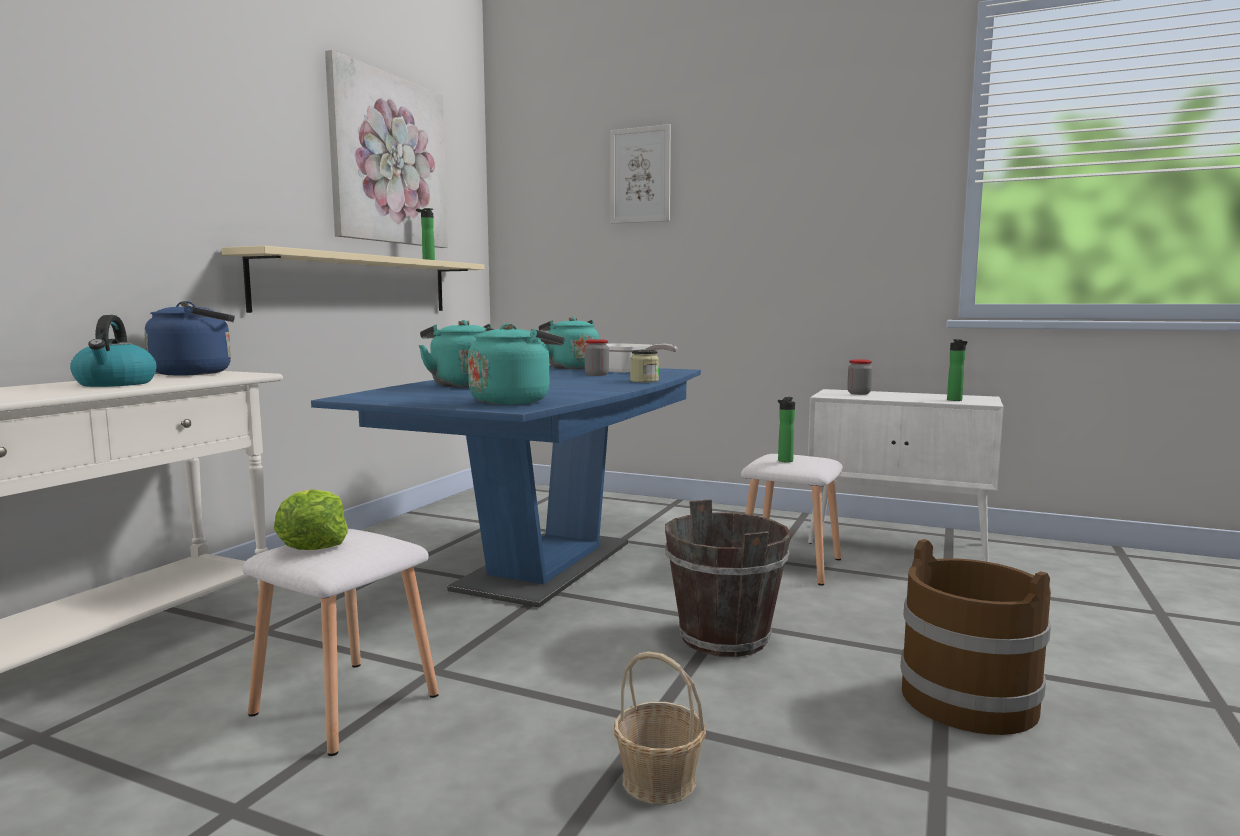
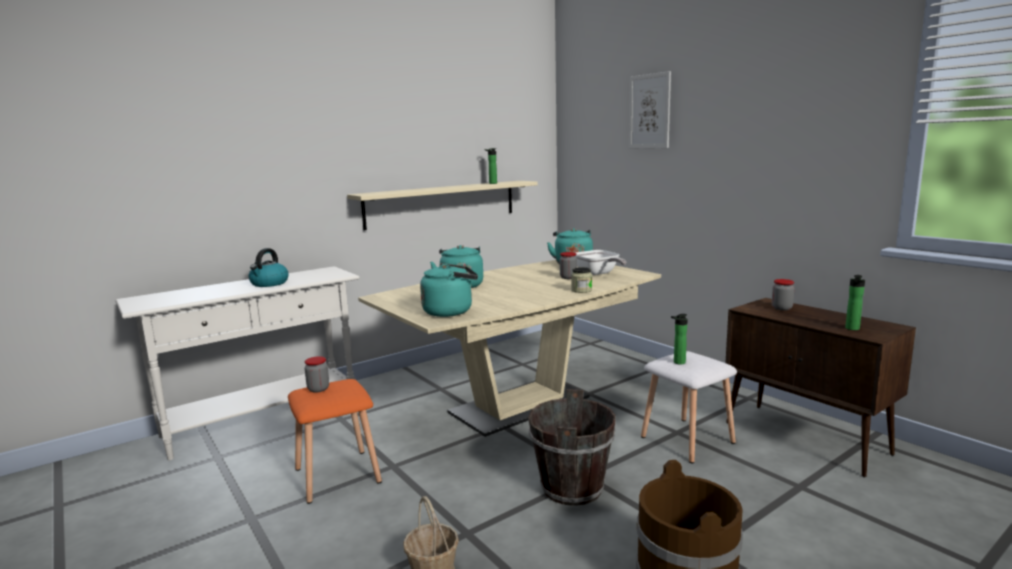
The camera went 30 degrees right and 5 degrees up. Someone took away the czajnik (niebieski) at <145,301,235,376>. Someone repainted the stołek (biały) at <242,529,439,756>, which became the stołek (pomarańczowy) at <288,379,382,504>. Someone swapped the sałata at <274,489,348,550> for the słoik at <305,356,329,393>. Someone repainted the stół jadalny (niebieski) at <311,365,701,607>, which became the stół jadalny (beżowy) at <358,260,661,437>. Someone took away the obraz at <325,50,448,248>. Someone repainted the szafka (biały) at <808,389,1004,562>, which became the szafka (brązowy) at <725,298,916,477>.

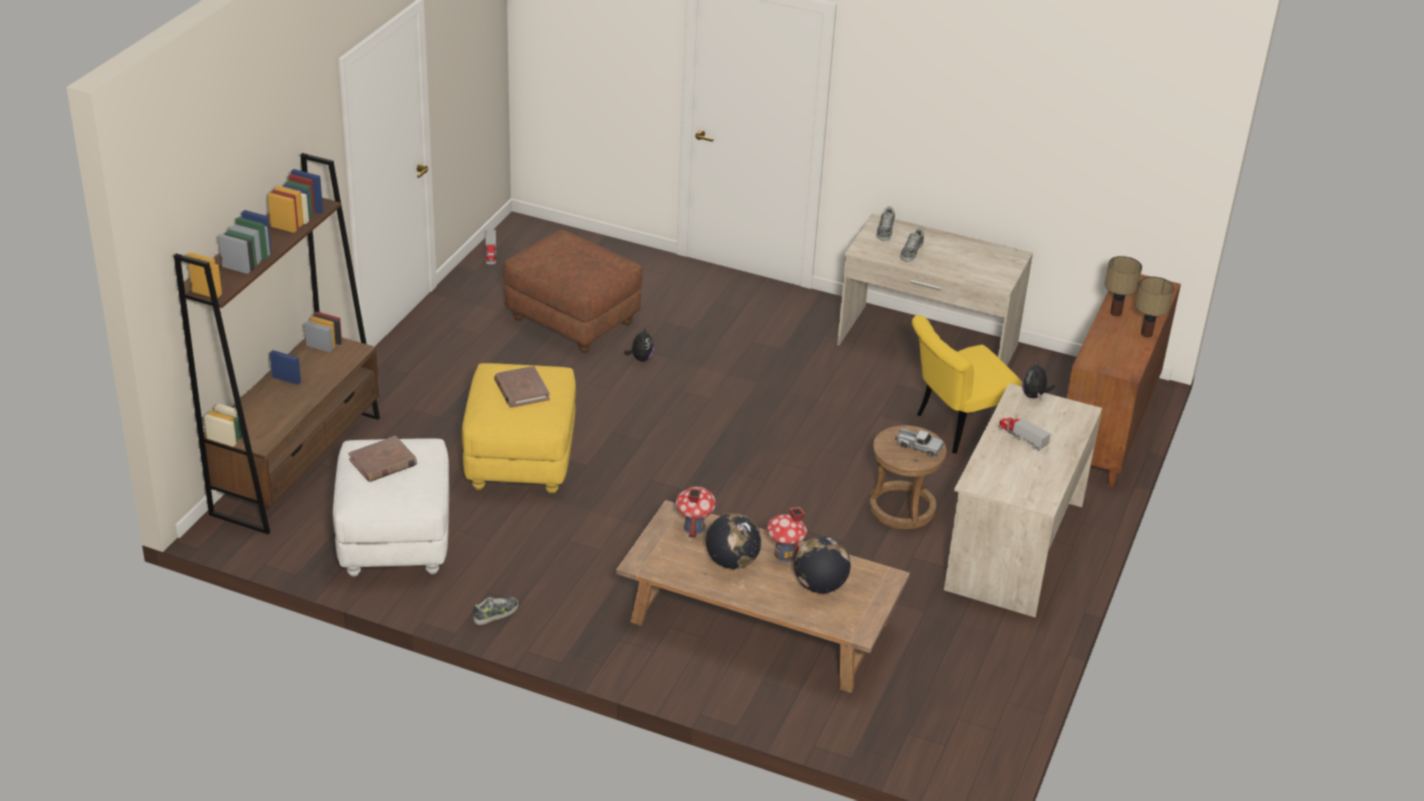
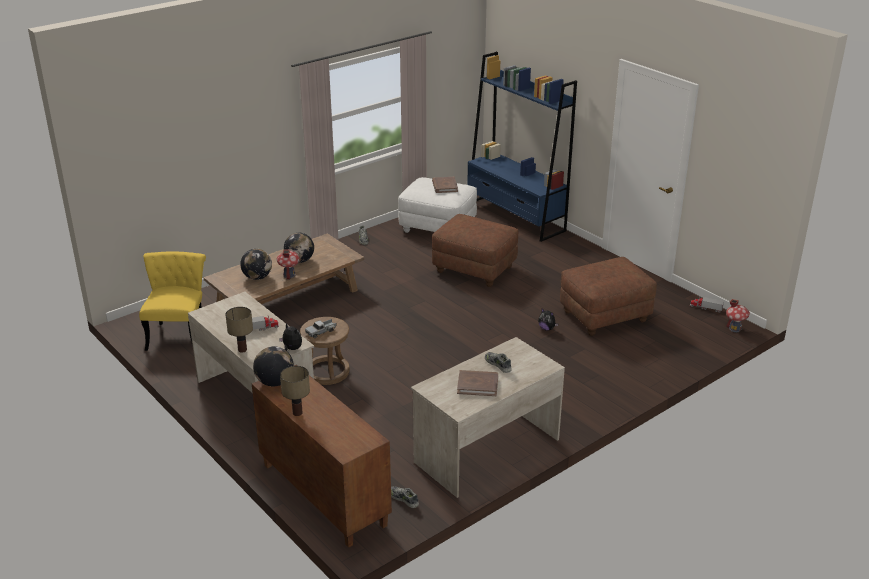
The camera went 120 degrees right and 5 degrees down. Someone repainted the regał (brązowy) at <174,153,380,534>, which became the regał (niebieski) at <467,52,577,242>. Someone repainted the pufa (żółty) at <462,363,576,494>, which became the pufa (brązowy) at <432,214,518,287>. Someone carried the książka (brązowy) from <494,366,550,408> to <457,370,498,396>. Someone carried the domek from <676,487,716,538> to <726,299,750,332>. Someone carried the but from <876,207,895,241> to <391,486,419,508>. Someone carried the krzesło (żółty) from <912,315,1022,454> to <139,251,206,351>. Someone carried the lampa stołowa from <1105,256,1142,316> to <225,307,253,353>. Someone put down the globus at <253,346,294,387>.

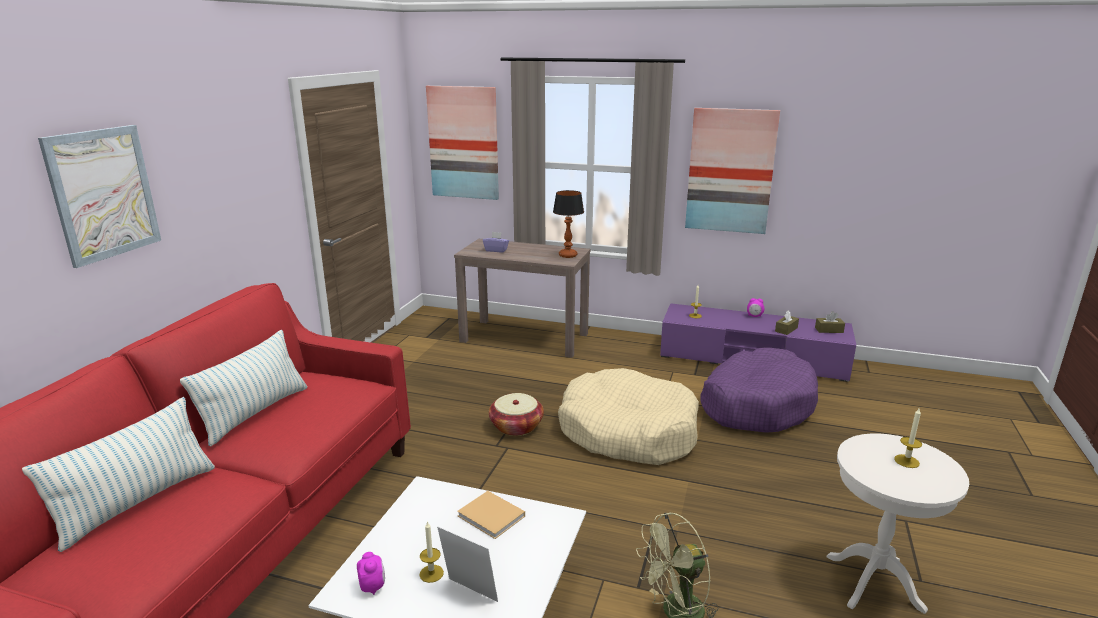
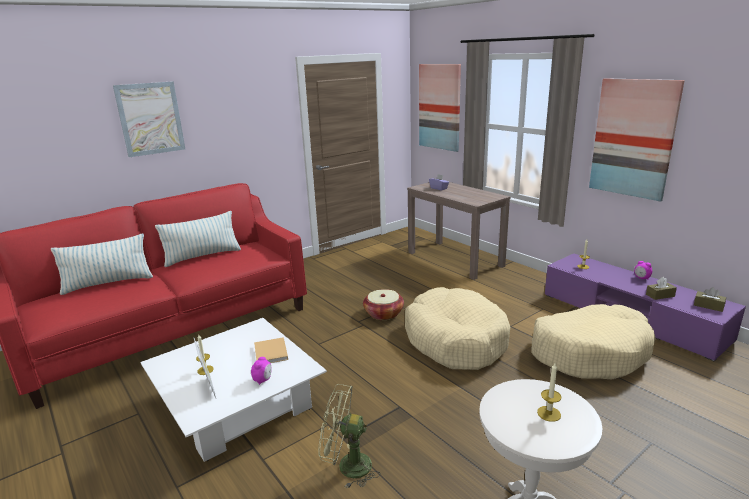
The camera went 35 degrees right and 0 degrees up. Someone carried the budzik from <357,552,385,595> to <251,357,272,385>. Someone took away the lampa stołowa at <553,190,584,258>. Someone repainted the legowisko (fioletowy) at <700,347,818,433>, which became the legowisko (beżowy) at <531,304,655,380>.

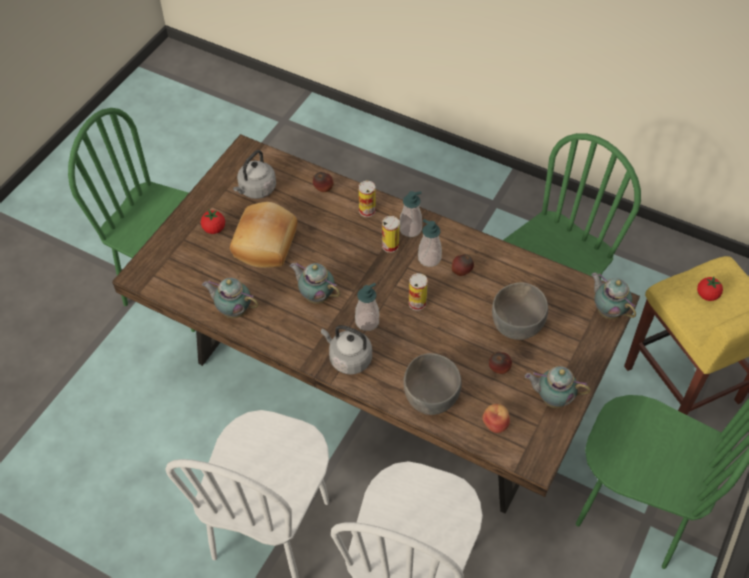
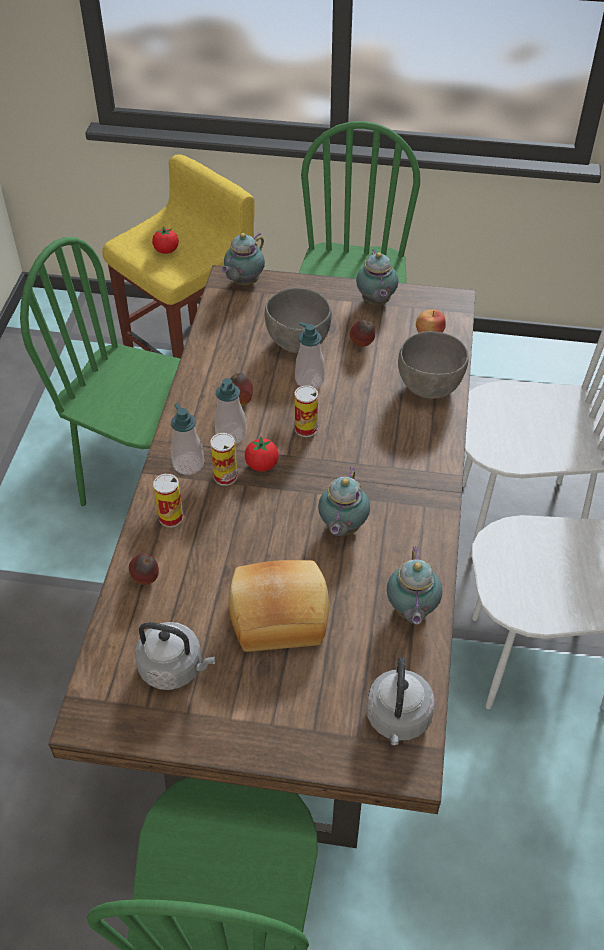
The camera went 110 degrees left and 5 degrees down. Someone carried the pomidor from <201,209,225,234> to <245,437,279,471>. Someone carried the czajnik (szary) from <321,325,372,374> to <366,657,435,745>. Someone carried the dozownik mydła from <355,283,379,331> to <295,321,325,388>.

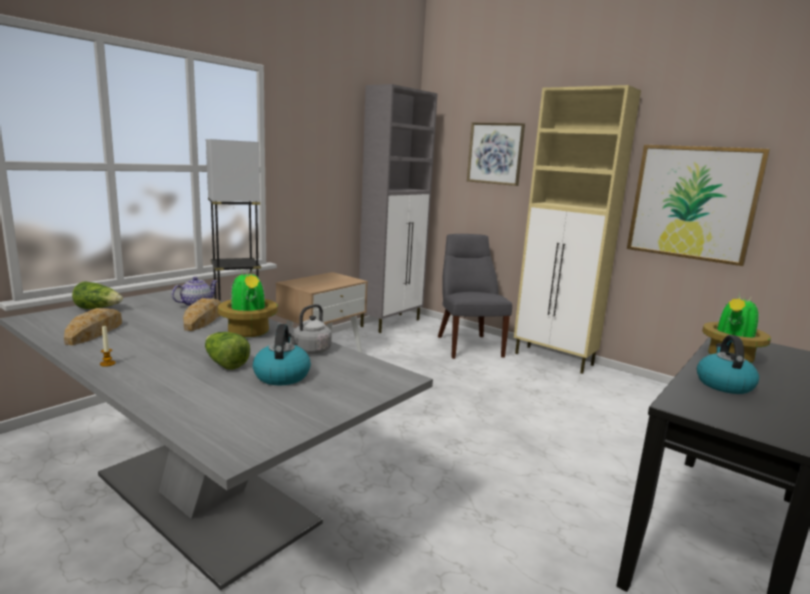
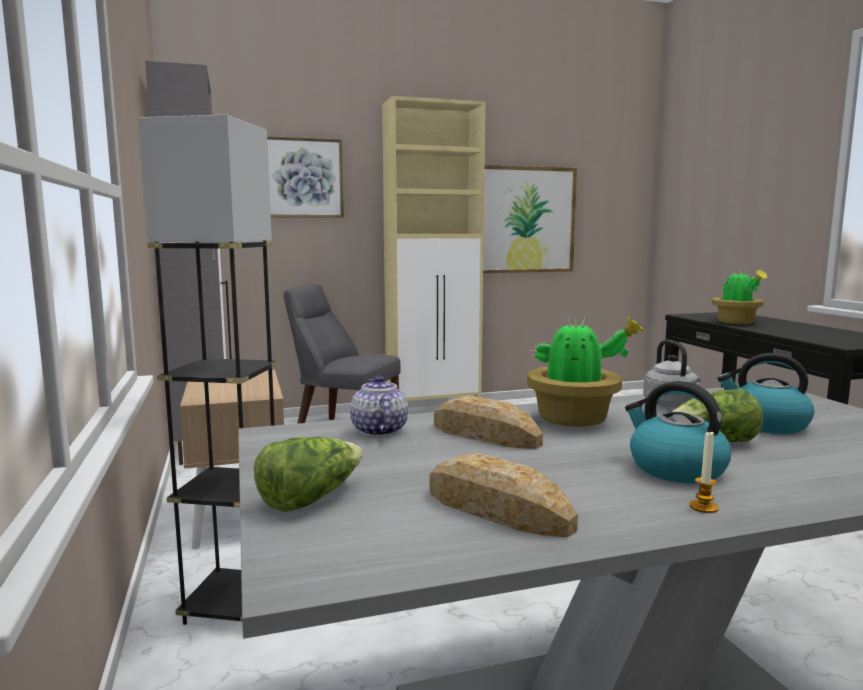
The camera went 55 degrees left and 5 degrees down. Someone carried the czajnik from <697,335,759,394> to <625,381,731,483>.

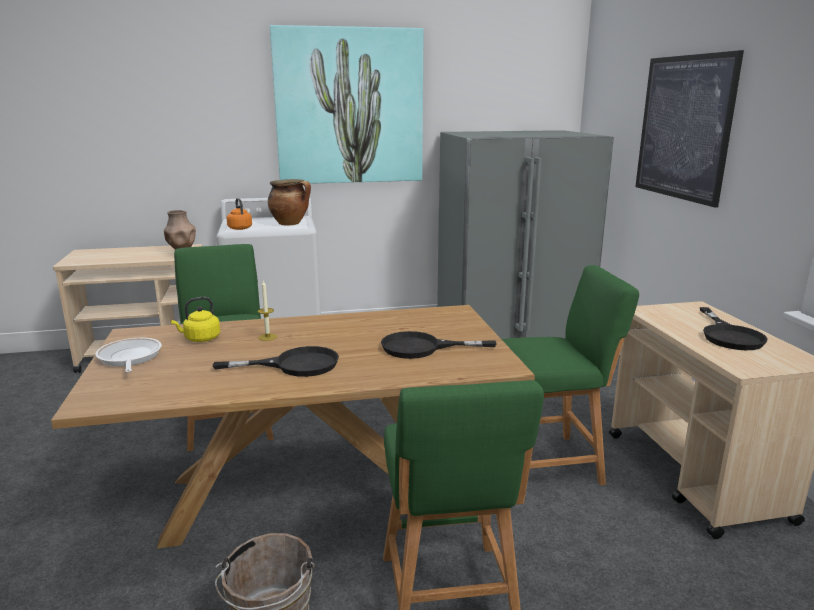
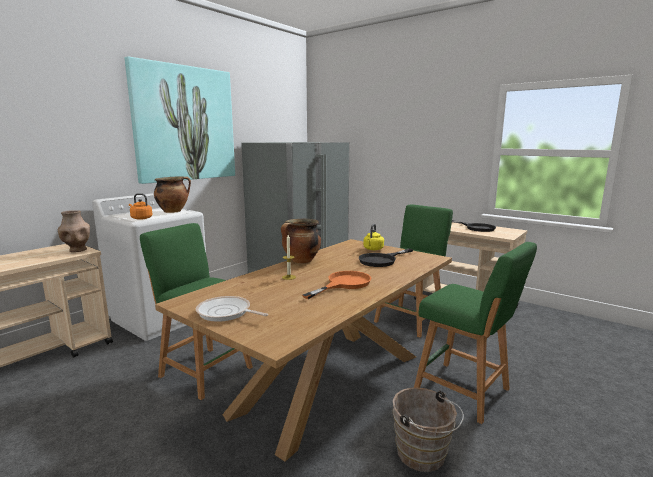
The camera went 40 degrees left and 5 degrees down. Someone carried the czajnik (żółty) from <171,297,220,342> to <363,224,384,250>. Someone repainted the patelnia (czarny) at <213,346,339,377>, which became the patelnia (pomarańczowy) at <302,271,371,299>. Someone took away the obraz at <635,50,744,208>. Someone put down the garnek at <281,219,321,264>.

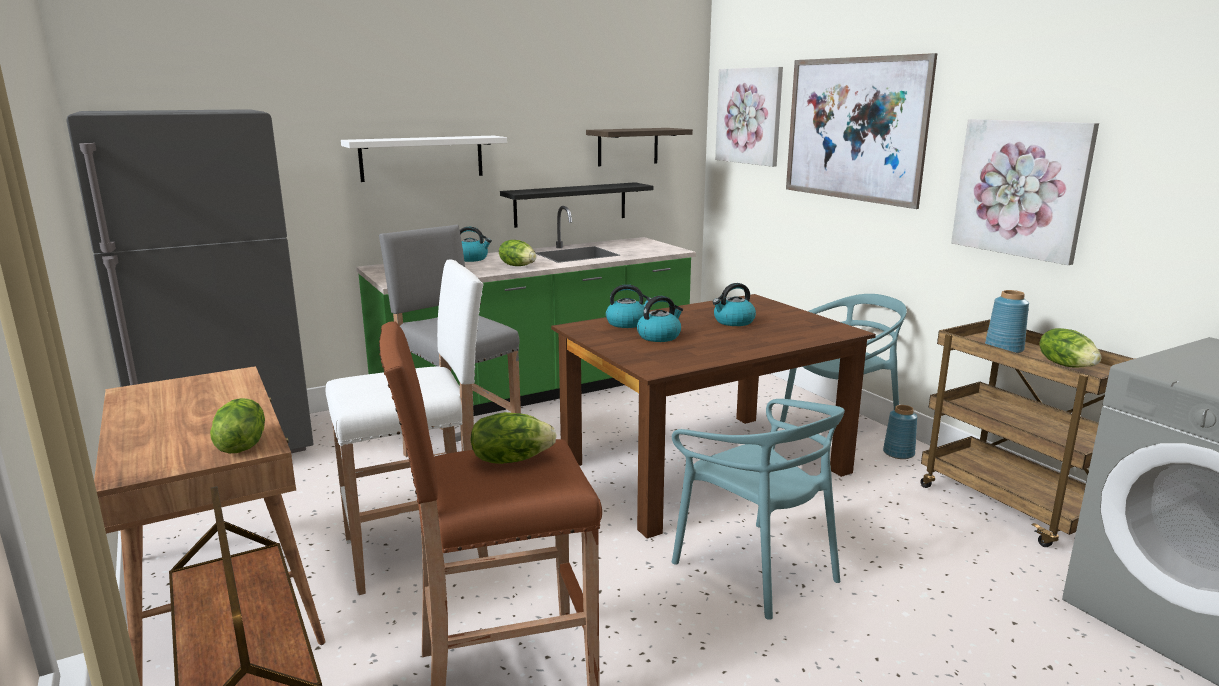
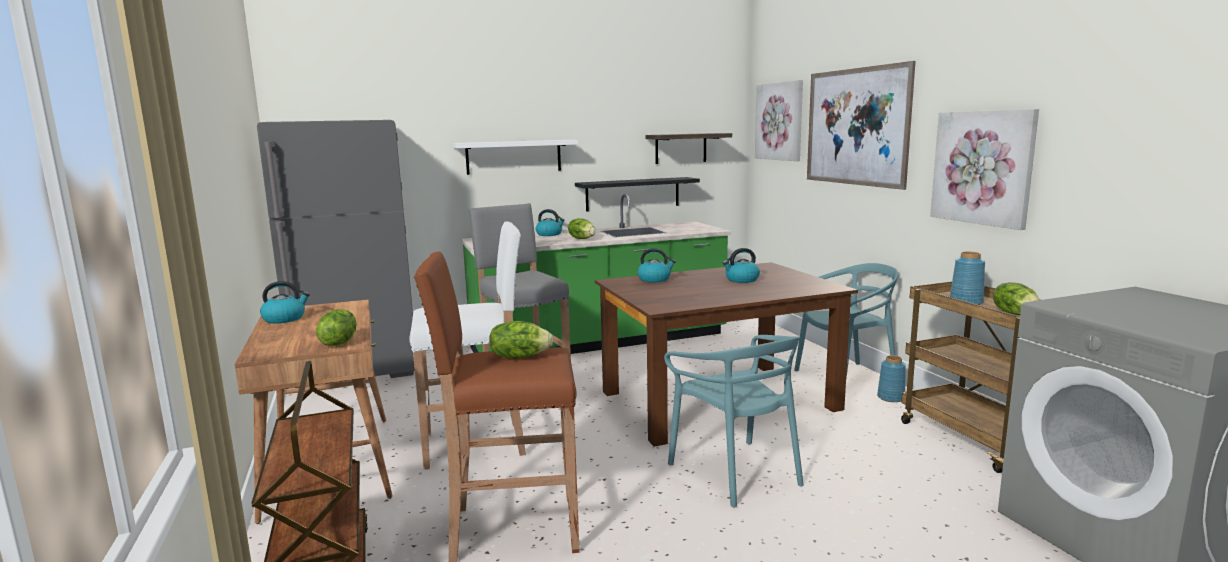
The camera went 10 degrees right and 5 degrees down. Someone carried the czajnik from <637,296,683,342> to <260,281,310,324>.

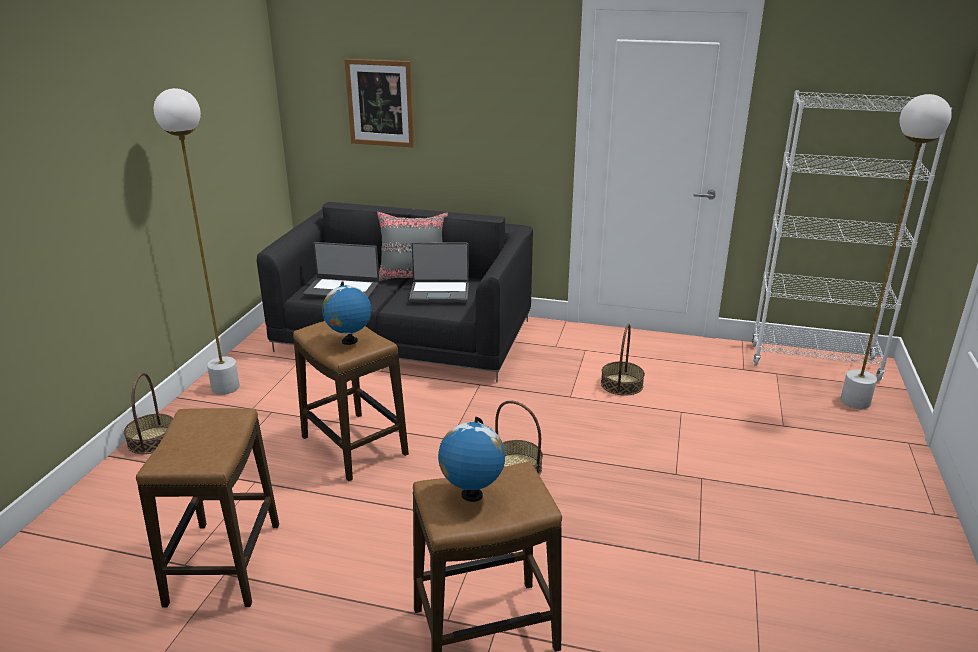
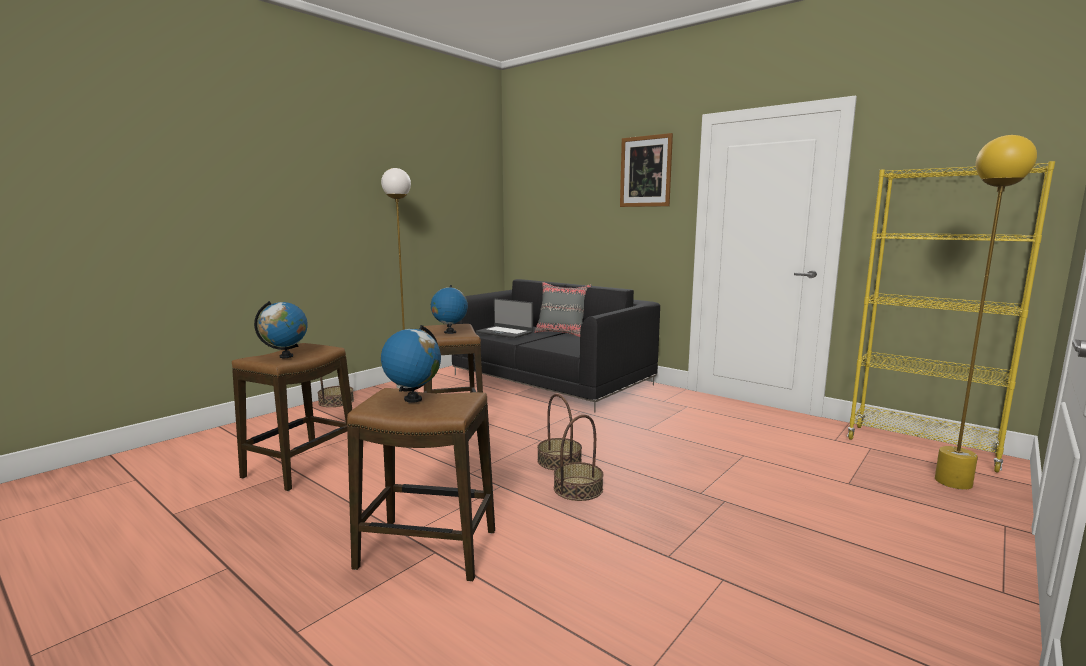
The camera went 25 degrees right and 15 degrees down. Someone carried the obraz from <344,59,414,147> to <620,133,673,207>. Someone took away the laptop at <409,242,469,302>. Someone carried the koszyk from <601,323,645,396> to <554,415,603,501>. Someone repainted the regał (biały) at <752,90,952,381>, which became the regał (żółty) at <847,161,1055,473>. Someone repainted the lampa stojąca (biały) at <840,94,952,409>, which became the lampa stojąca (żółty) at <935,135,1037,490>. Someone put down the globus at <254,301,308,358>.

